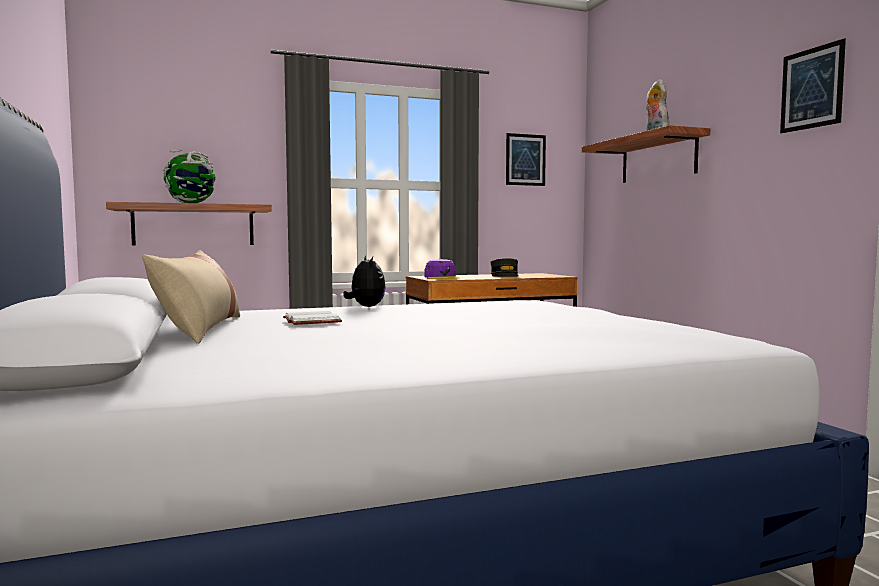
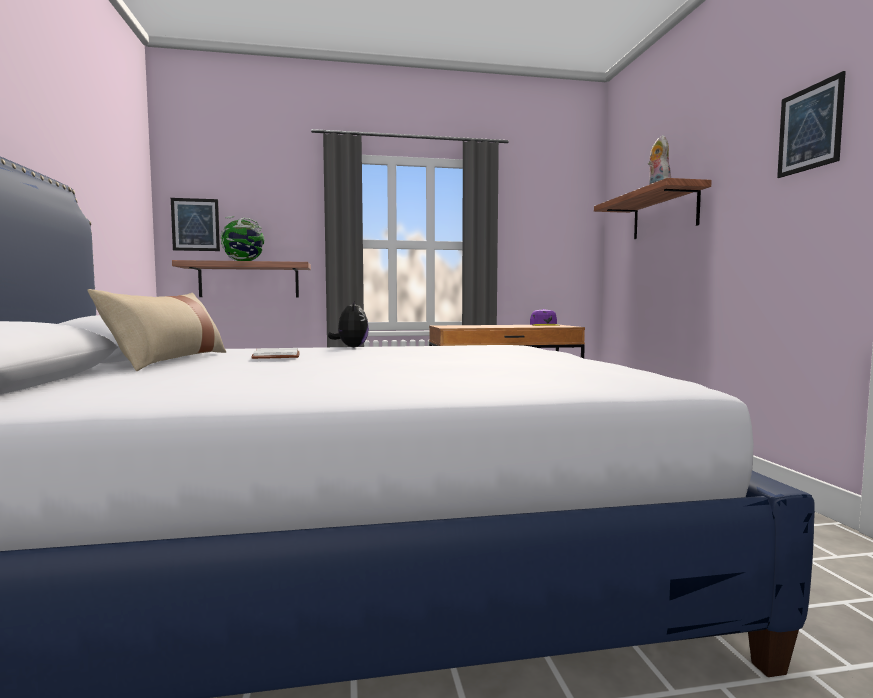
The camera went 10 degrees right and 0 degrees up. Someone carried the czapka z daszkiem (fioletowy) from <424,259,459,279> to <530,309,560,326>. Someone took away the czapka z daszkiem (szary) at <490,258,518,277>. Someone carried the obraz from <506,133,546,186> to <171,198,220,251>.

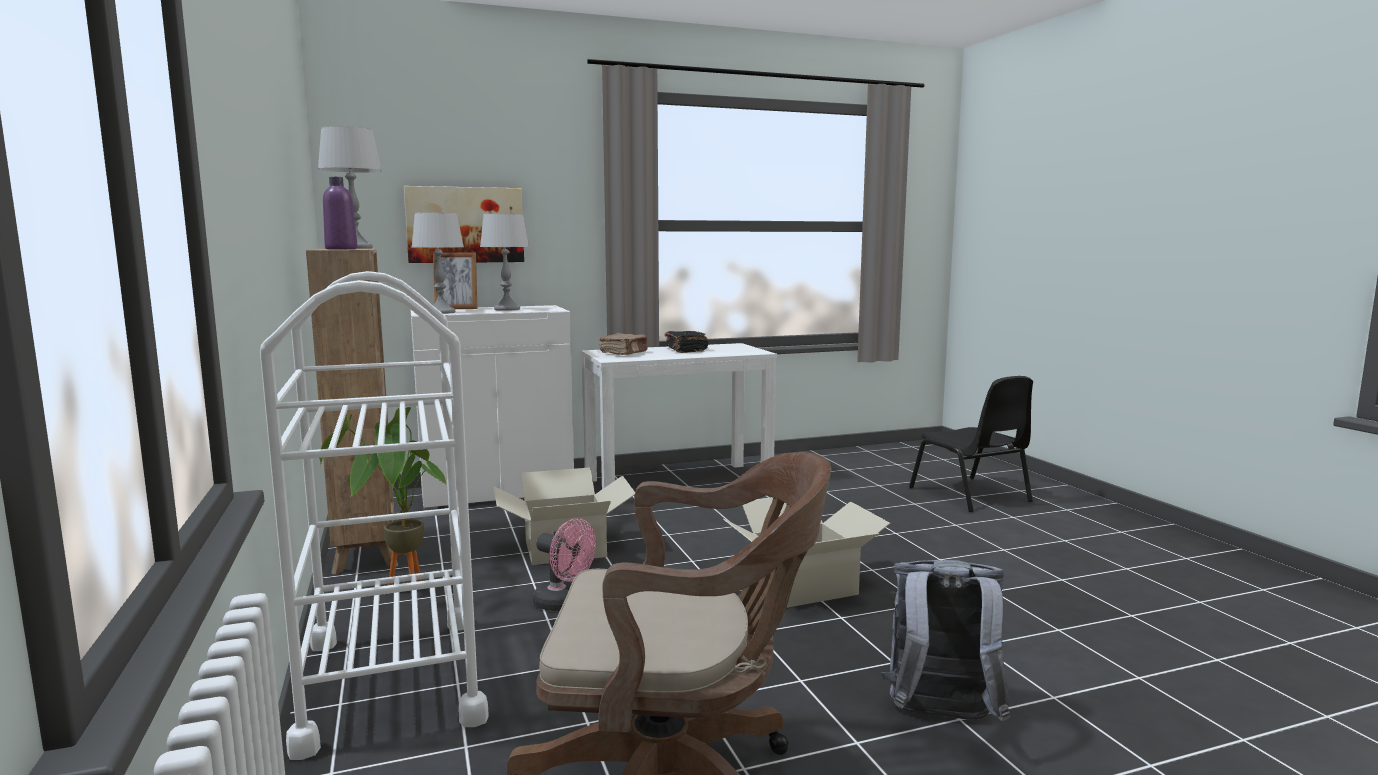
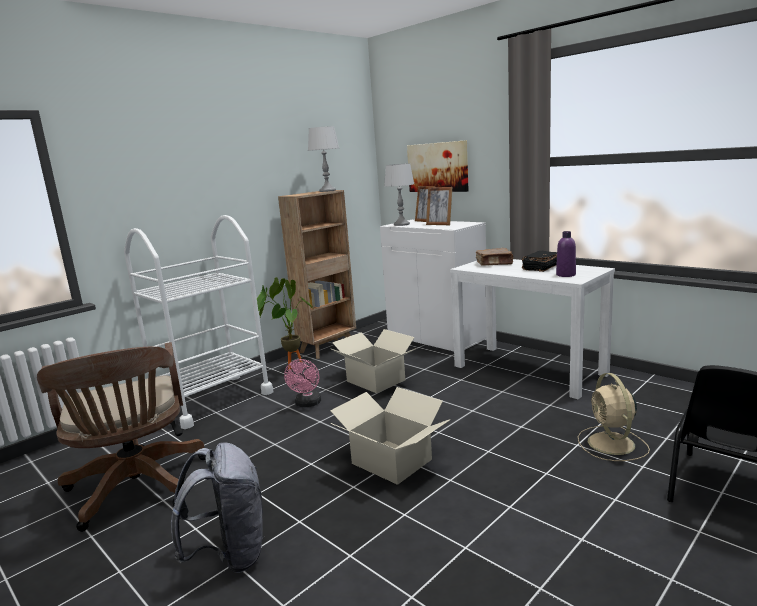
The camera went 65 degrees right and 5 degrees up. Someone carried the butelka (fioletowy) from <323,177,358,249> to <556,231,576,277>. Someone swapped the lampa stołowa (szary) at <480,214,529,311> for the ramka na zdjęcie at <426,187,452,225>. Someone put down the wentylator (beżowy) at <578,373,650,461>.

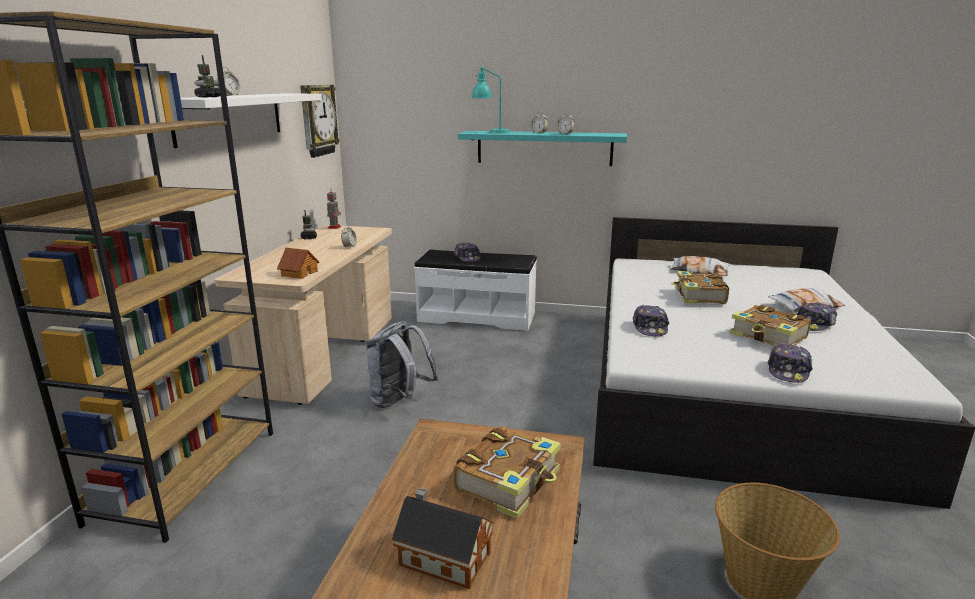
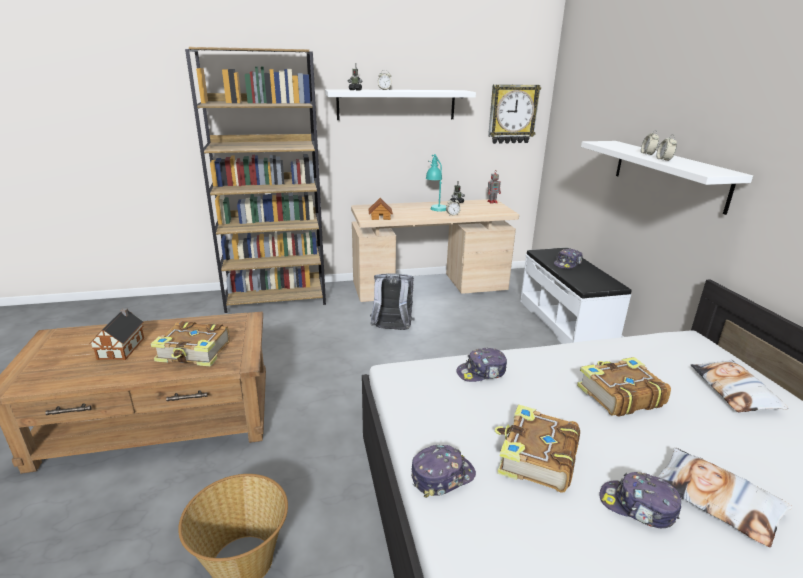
The camera went 65 degrees right and 5 degrees up. Someone repainted the półka (turkusowy) at <458,131,627,166>, which became the półka (biały) at <581,141,753,215>. Someone carried the lampa stołowa (turkusowy) from <472,67,511,134> to <426,154,446,211>. Someone rotated the czapka z daszkiem at <768,343,813,383> by 150 degrees clockwise.

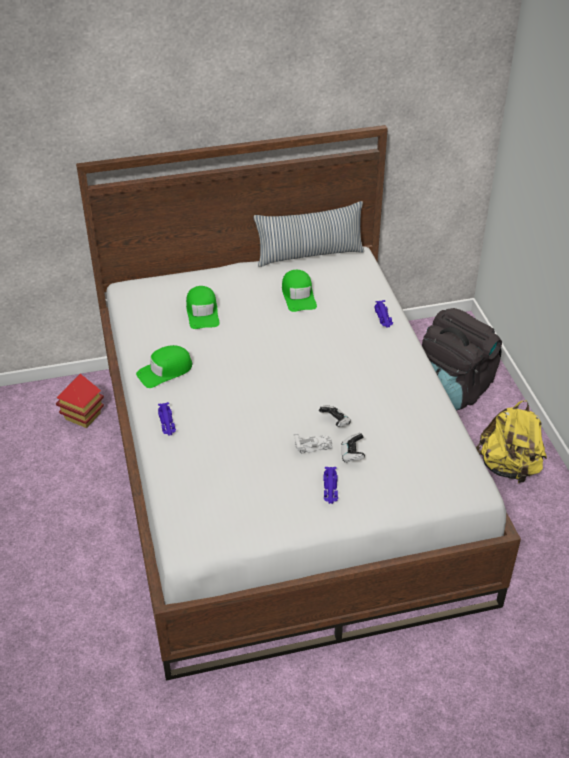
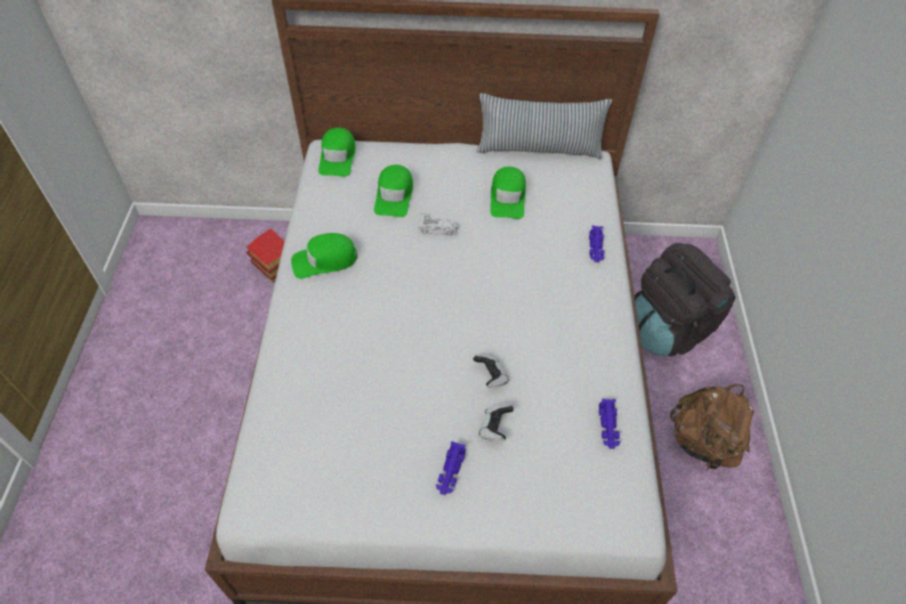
The camera went 15 degrees right and 10 degrees up. Someone carried the samochodzik (fioletowy) from <158,402,176,436> to <599,399,620,449>. Someone carried the samochodzik (biały) from <293,434,333,453> to <418,213,458,236>. Someone repainted the plecak (żółty) at <476,400,547,483>, which became the plecak (brązowy) at <670,384,754,470>. Someone put down the czapka z daszkiem (zielony) at <318,128,356,177>.

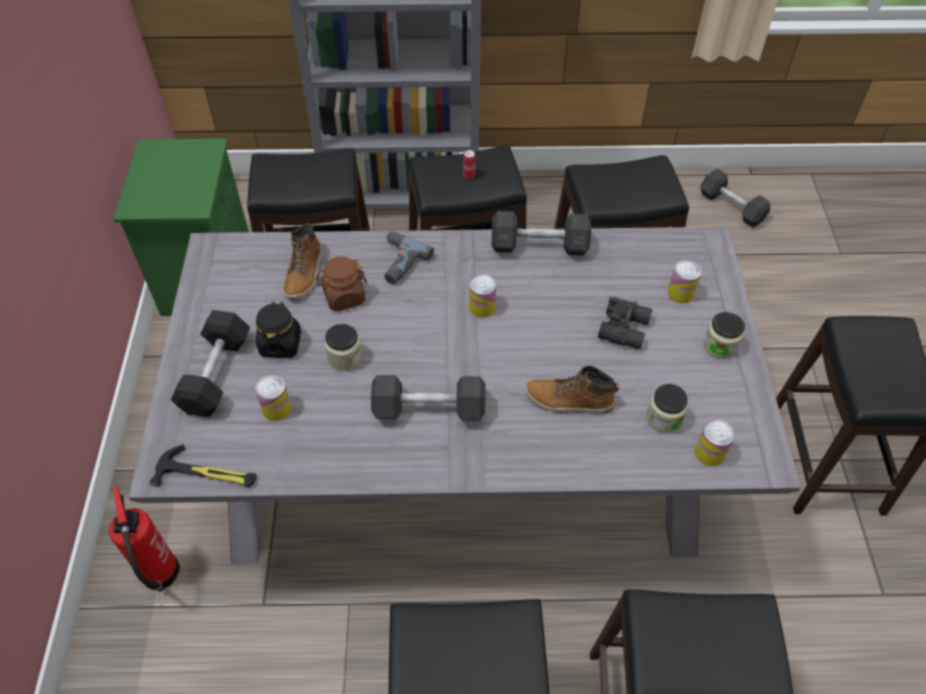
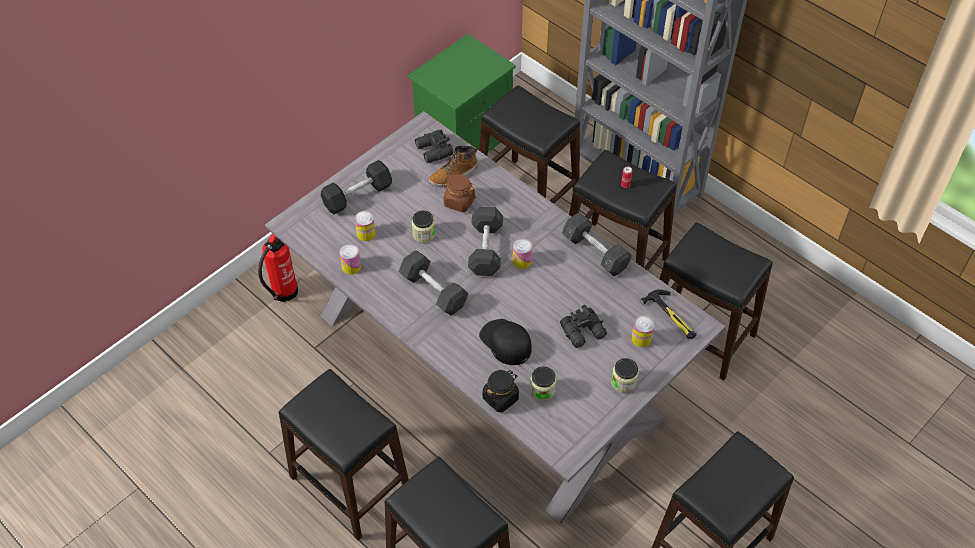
The camera went 45 degrees right and 0 degrees up. Someone carried the młotek from <150,444,256,488> to <640,289,697,339>. Someone carried the słoik (czarny) from <256,302,301,358> to <483,370,519,412>. Someone took away the wiertarka at <384,231,434,284>. Someone swapped the but z cholewką at <525,366,619,414> for the czapka z daszkiem (czarny) at <479,319,532,365>. Someone carried the puszka from <695,419,735,466> to <339,244,361,275>. Someone carried the hantel (szary) from <700,168,770,227> to <468,206,503,276>. Someone put down the lornetka (czarny) at <415,130,453,163>.

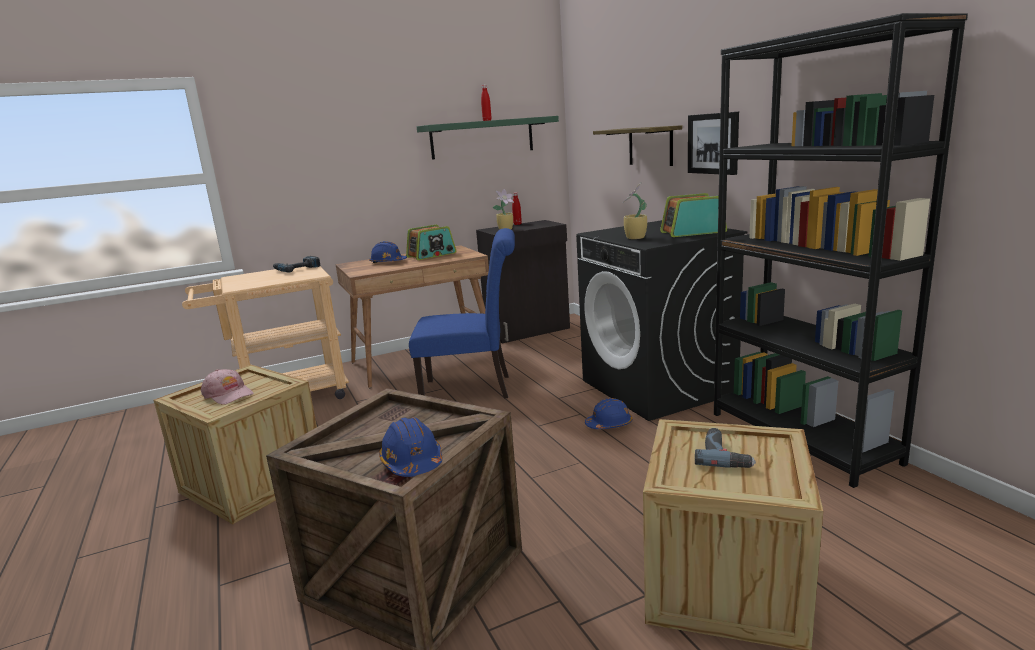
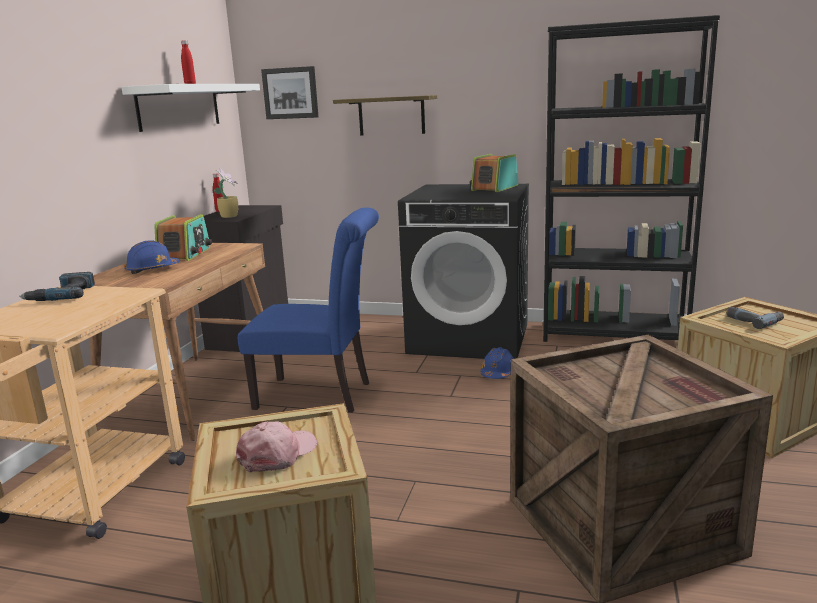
The camera went 50 degrees left and 0 degrees up. Someone rotated the czapka z daszkiem (różowy) at <201,369,254,405> by 45 degrees counterclockwise. Someone took away the kask (niebieski) at <379,417,442,477>. Someone rotated the krzesło (niebieski) at <409,228,515,398> by 60 degrees clockwise. Someone repainted the półka (zielony) at <417,116,559,160>, which became the półka (biały) at <121,84,260,132>. Someone took away the roślina doniczkowa at <622,182,647,239>. Someone carried the obraz from <688,112,739,175> to <261,66,318,119>.

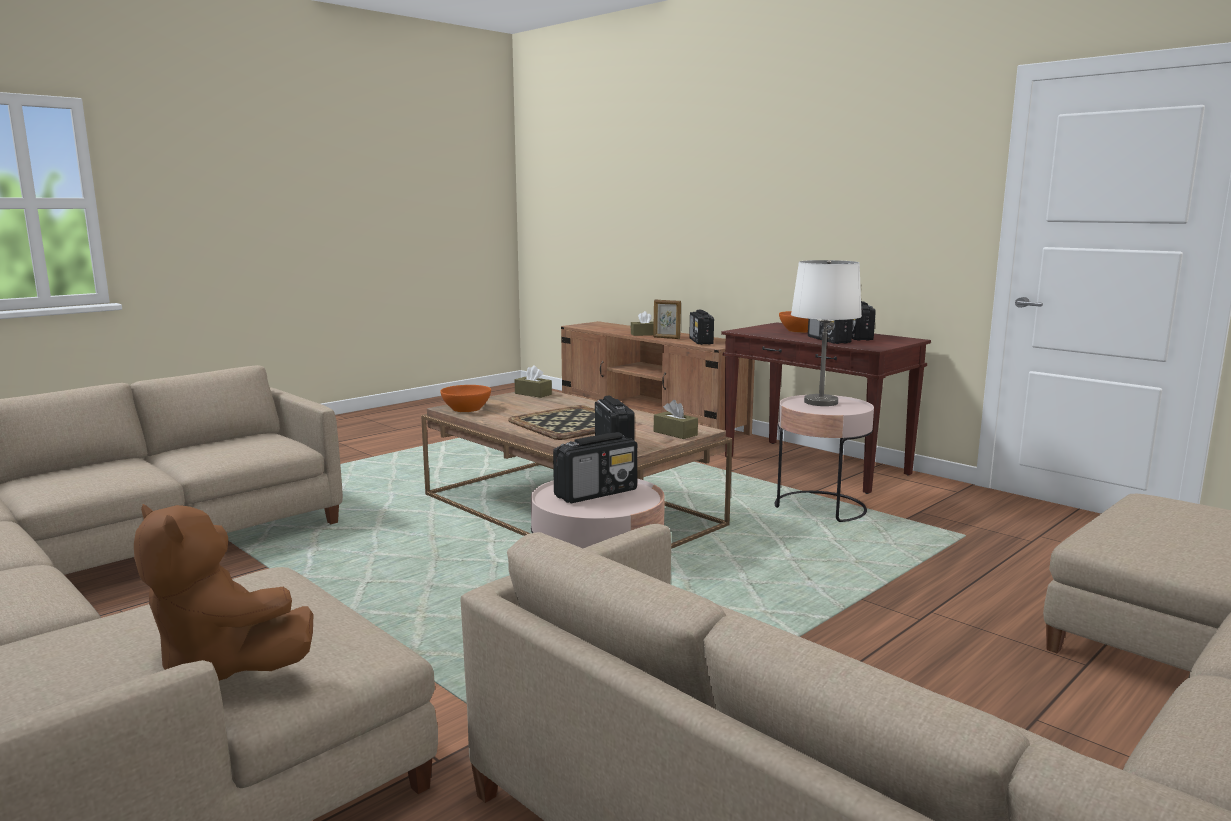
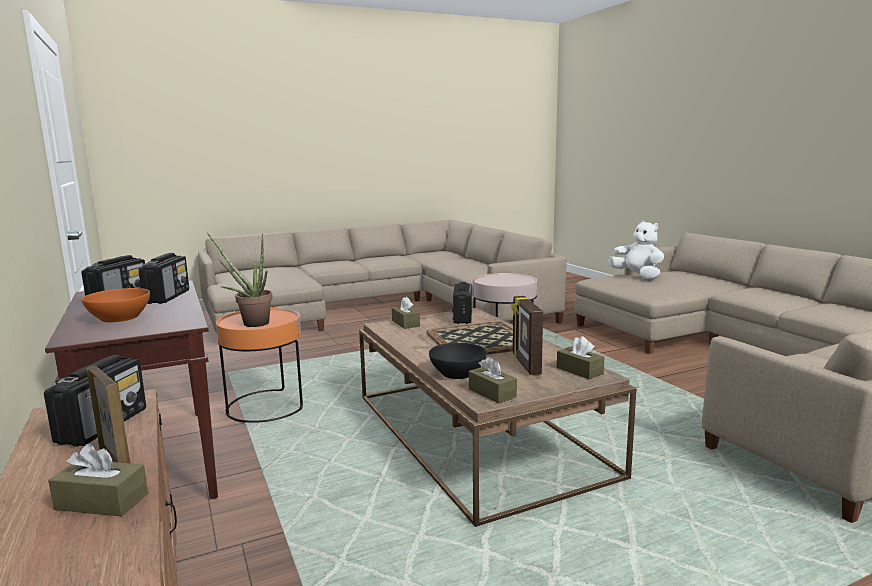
The camera went 160 degrees left and 0 degrees up. Someone repainted the pluszak (brązowy) at <134,504,314,681>, which became the pluszak (biały) at <608,220,664,279>. Someone swapped the miska (pomarańczowy) at <440,385,491,412> for the pudełko chusteczek (brązowy) at <557,336,604,379>. Someone took away the radio at <553,432,637,503>. Someone repainted the stolik (różowy) at <774,395,874,522>, which became the stolik (pomarańczowy) at <216,308,303,423>. Someone swapped the lampa stołowa (biały) at <791,260,862,406> for the roślina doniczkowa at <206,232,273,327>. Someone put down the miska (czarny) at <429,343,487,379>. Someone put down the ramka na zdjęcie at <511,296,543,375>.

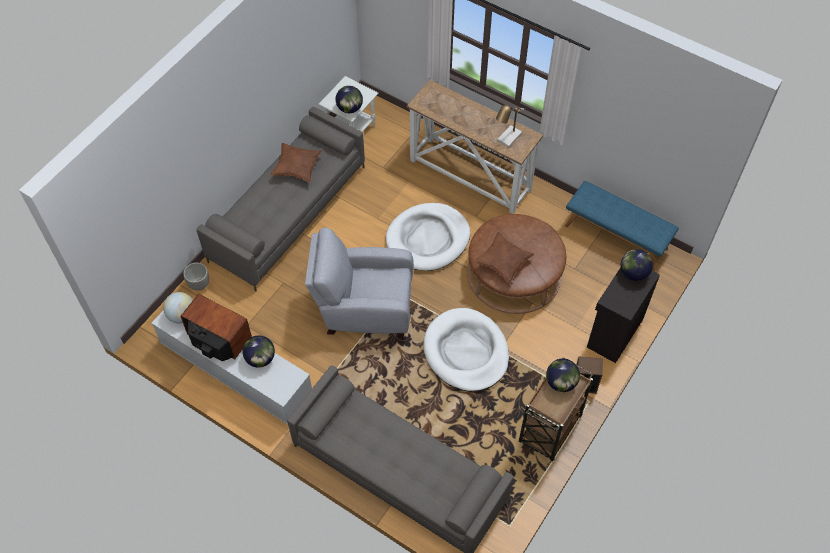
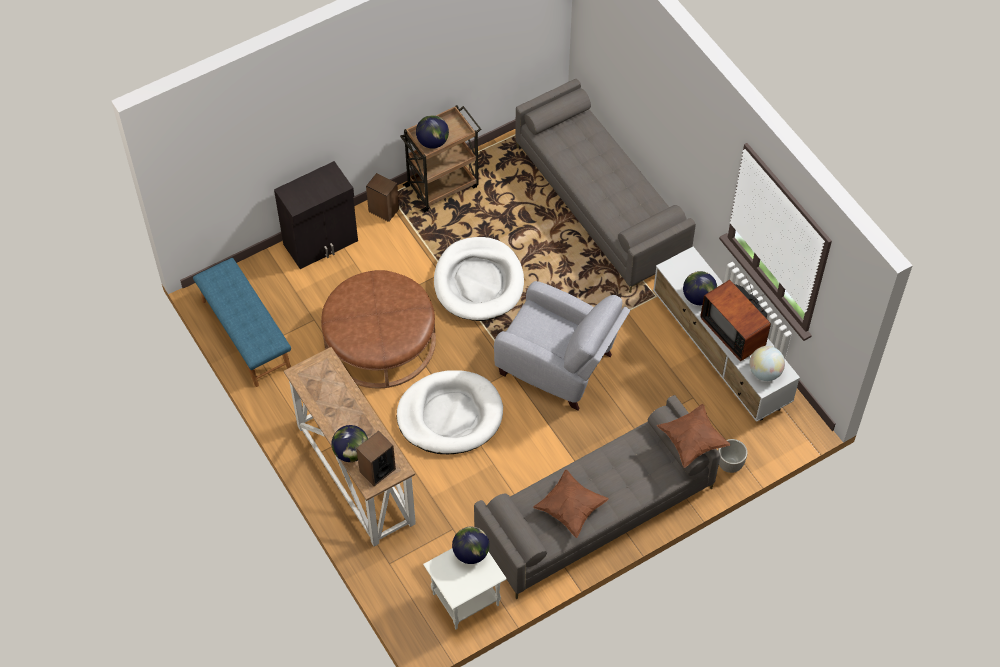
The camera went 155 degrees left and 0 degrees up. Someone carried the poduszka (brązowy) from <473,232,534,284> to <657,404,730,468>. Someone took away the lampa stołowa at <496,103,524,147>. Someone carried the globus from <621,249,653,281> to <332,425,368,462>. Someone put down the głośnik at <356,431,396,486>.

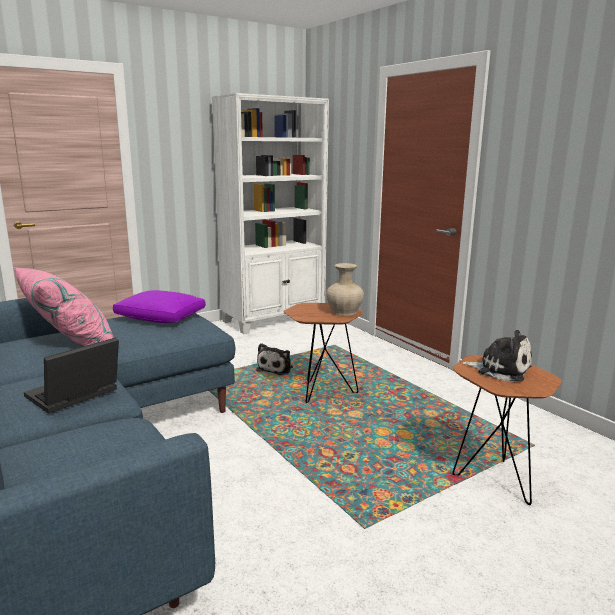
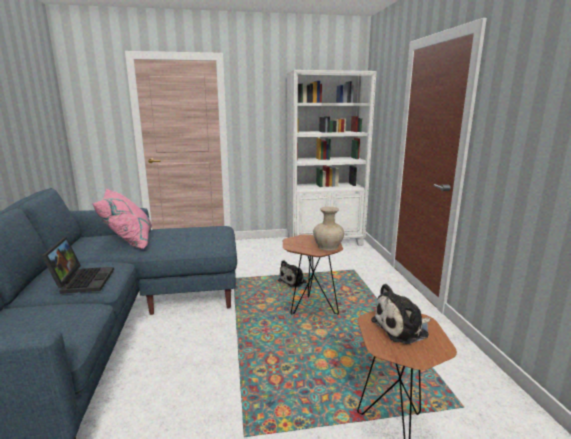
The camera went 25 degrees right and 0 degrees up. Someone rotated the laptop at <24,337,119,414> by 105 degrees clockwise. Someone took away the poduszka (fioletowy) at <113,290,206,323>. Someone rotated the pluszak at <461,330,532,382> by 105 degrees clockwise.

